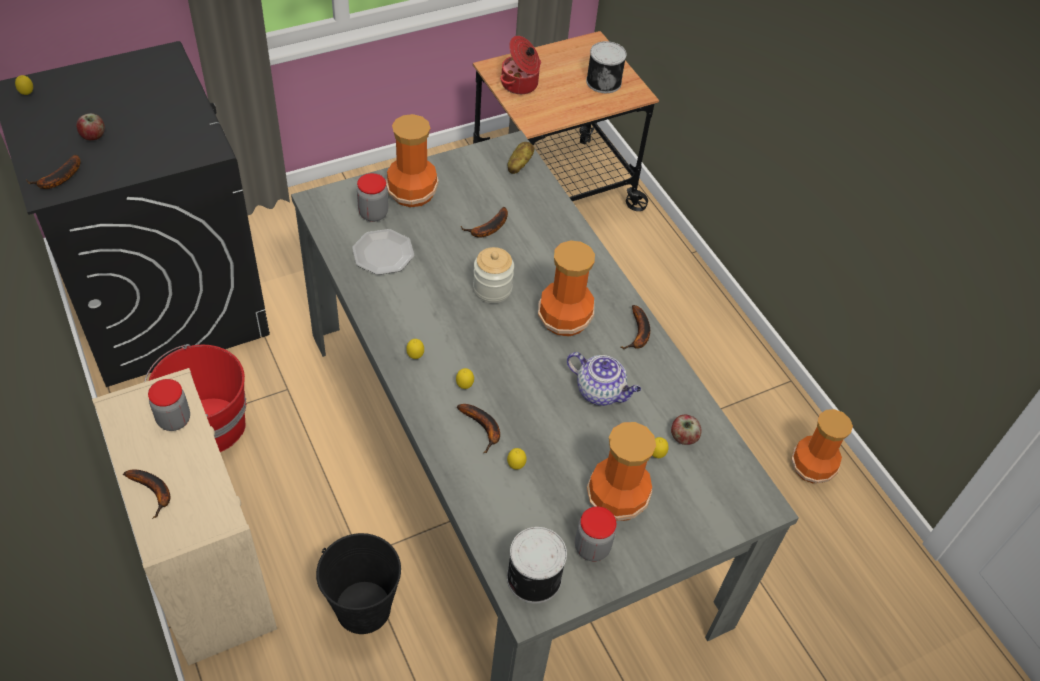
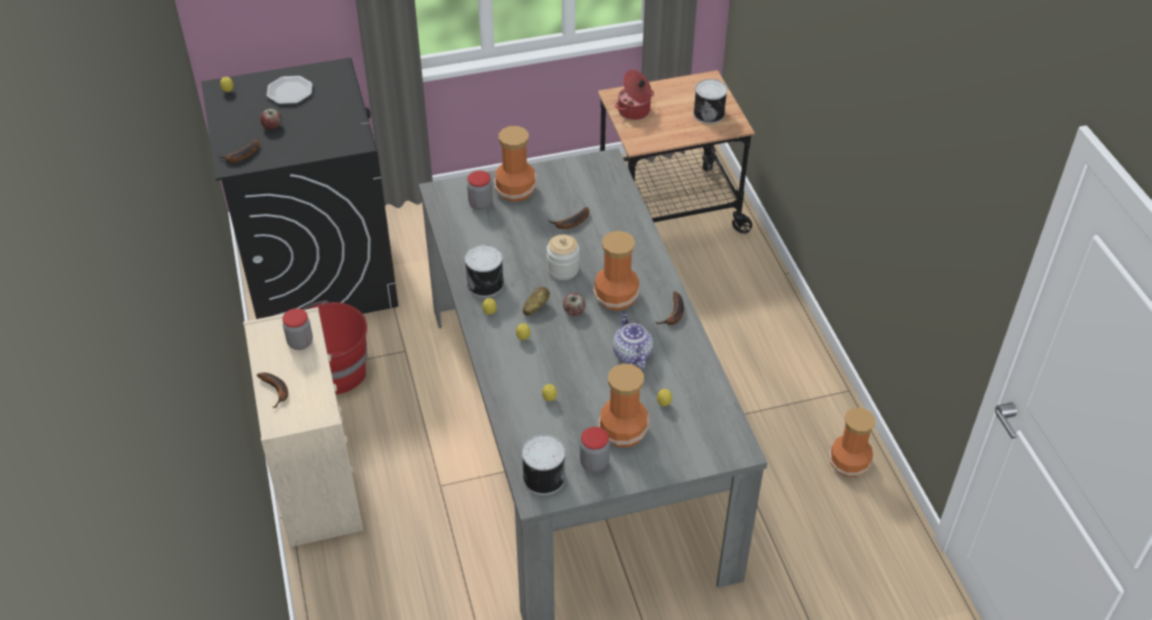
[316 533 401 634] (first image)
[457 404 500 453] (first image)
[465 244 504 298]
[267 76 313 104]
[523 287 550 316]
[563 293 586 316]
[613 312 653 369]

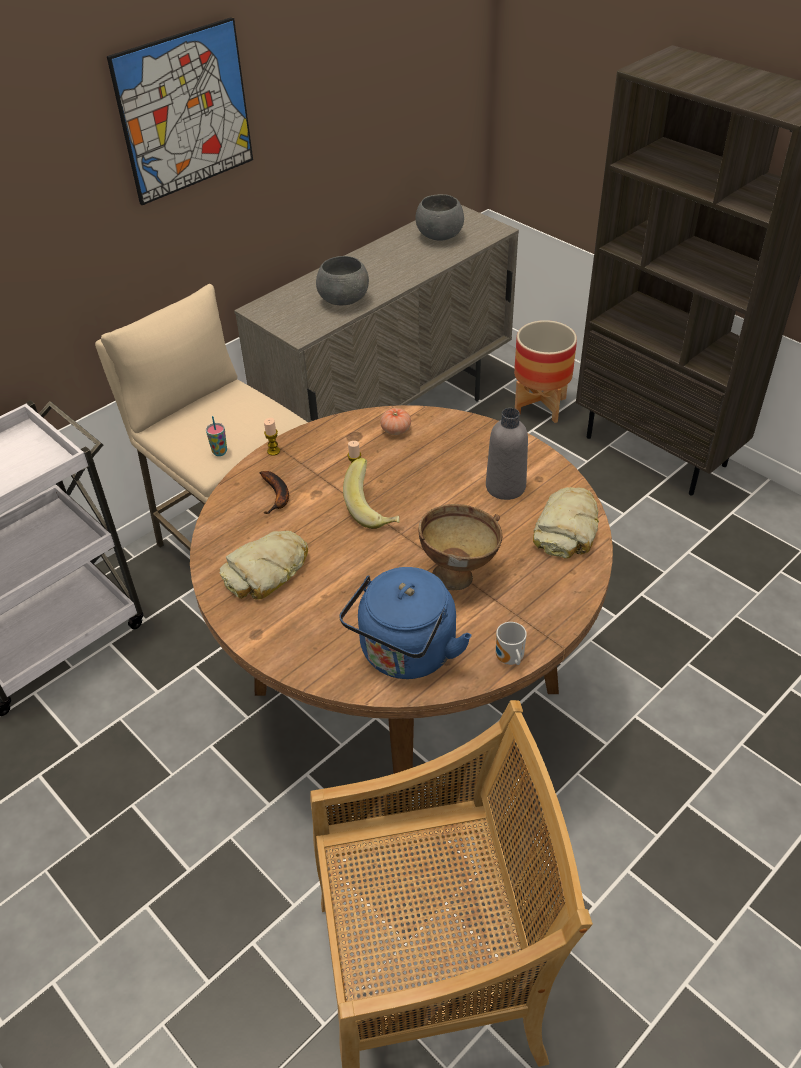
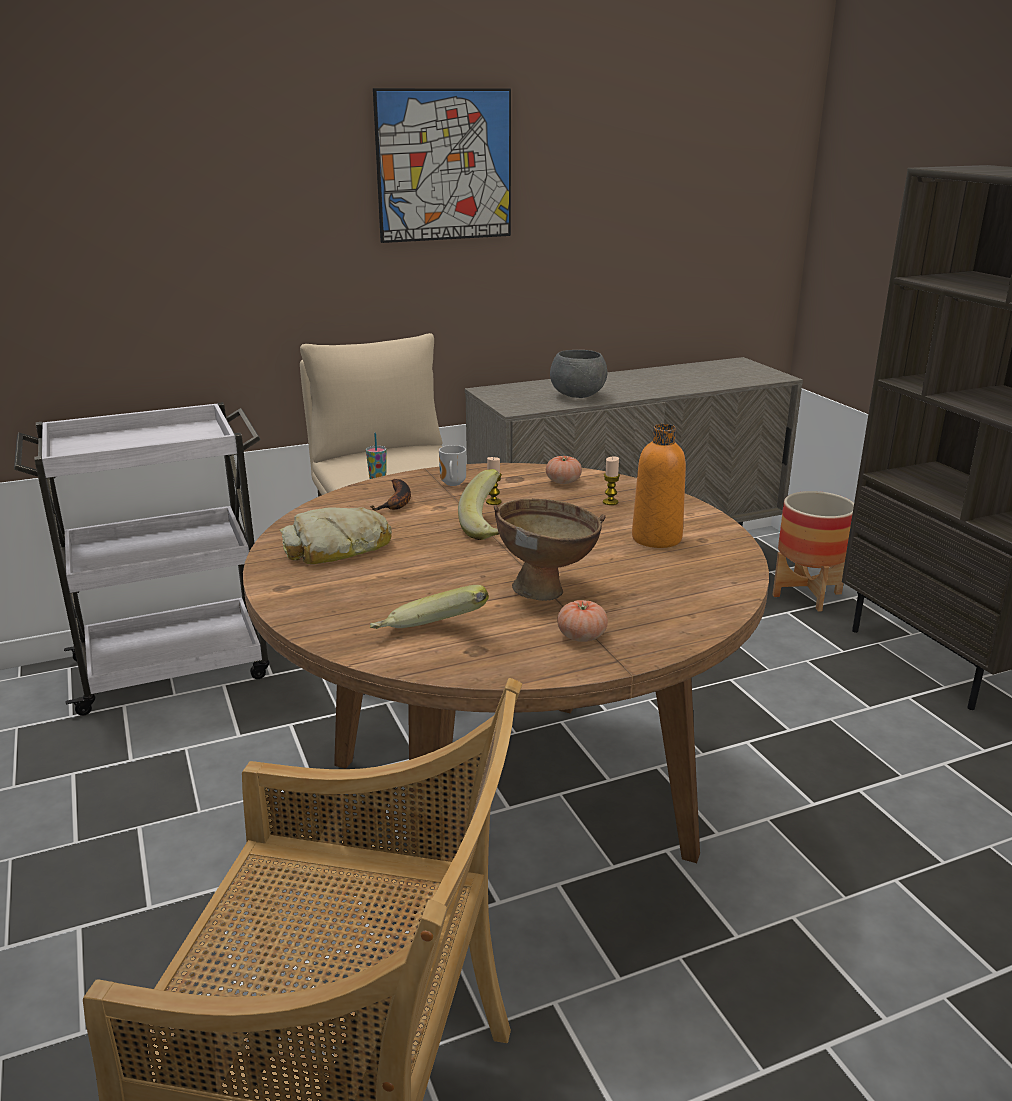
[415 194 464 241] (first image)
[533 487 599 559] (first image)
[557 600 608 642]
[603 456 620 505]
[439 445 466 486]
[370 585 489 629]
[632 424 686 548]

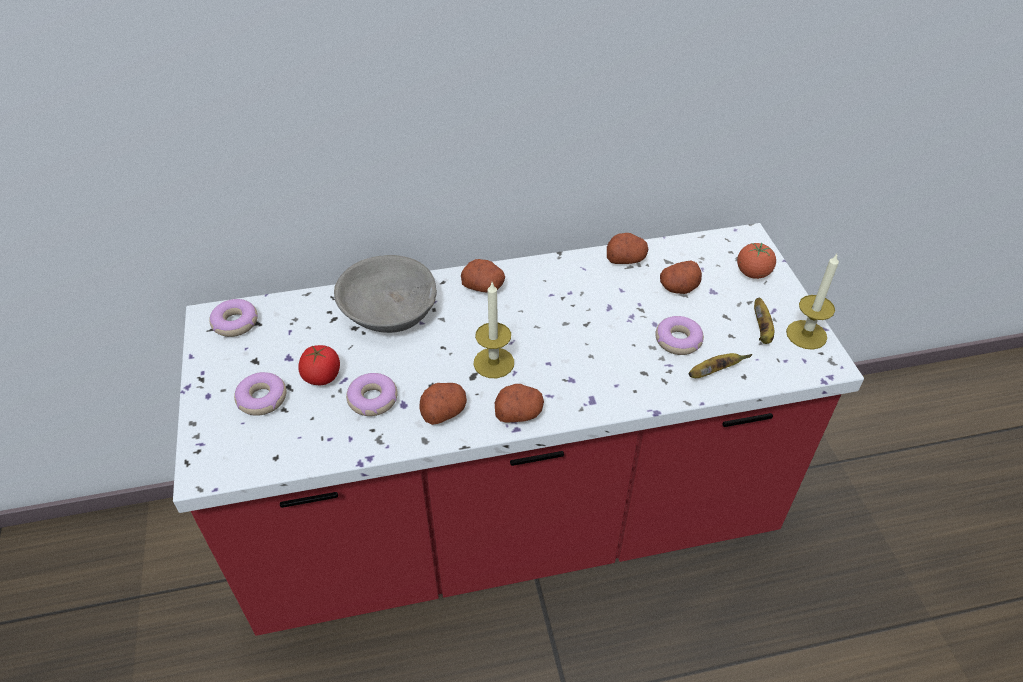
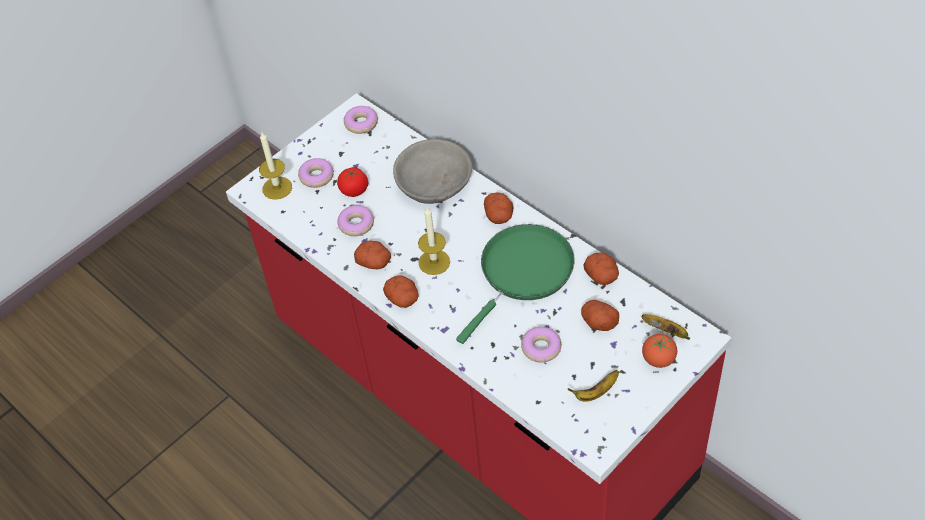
[456 224 575 344]
[642 314 690 340]
[259 132 292 200]

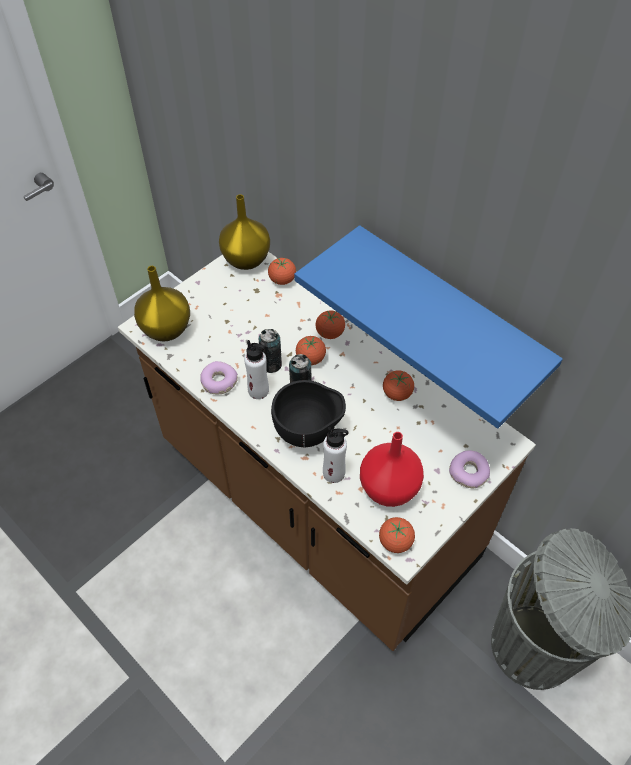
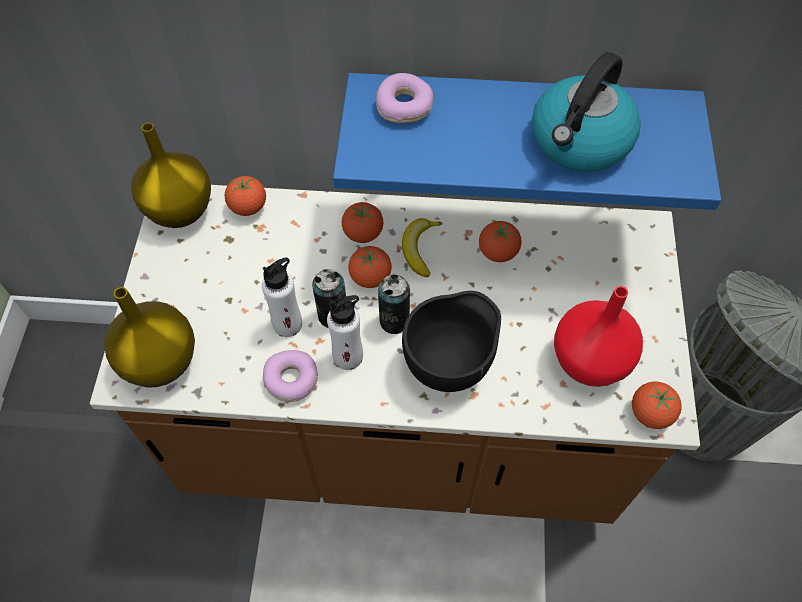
[402 218 443 277]
[532 52 641 172]
[262 258 302 337]
[375 73 433 123]

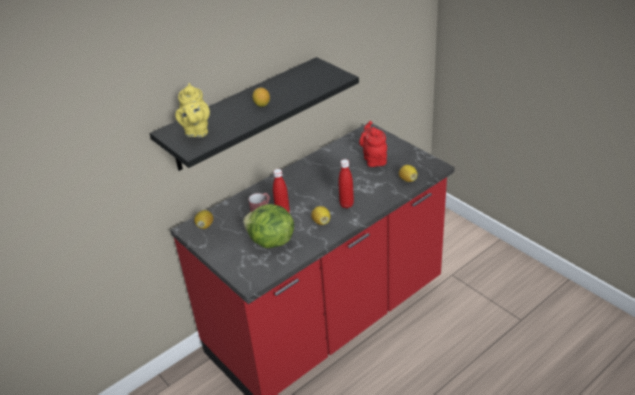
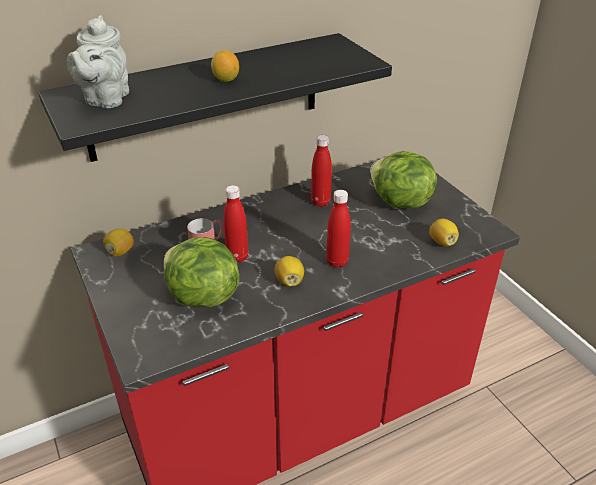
[311 135 332 207]
[370 151 437 208]
[67 15 129 108]

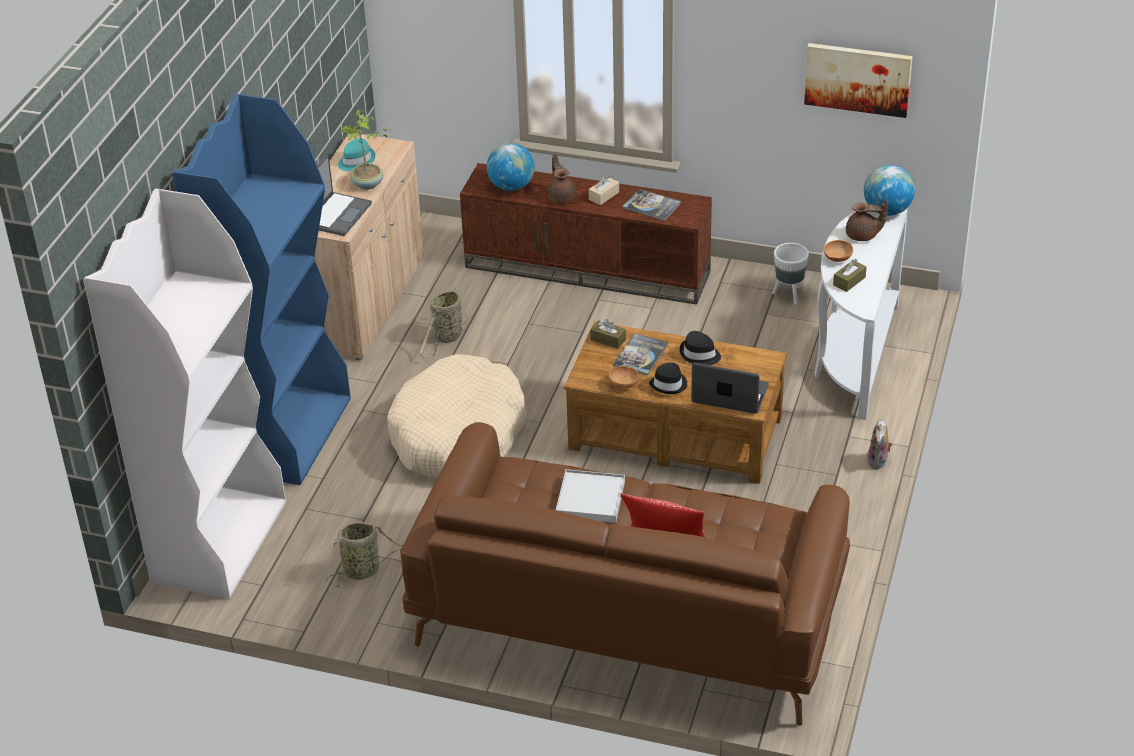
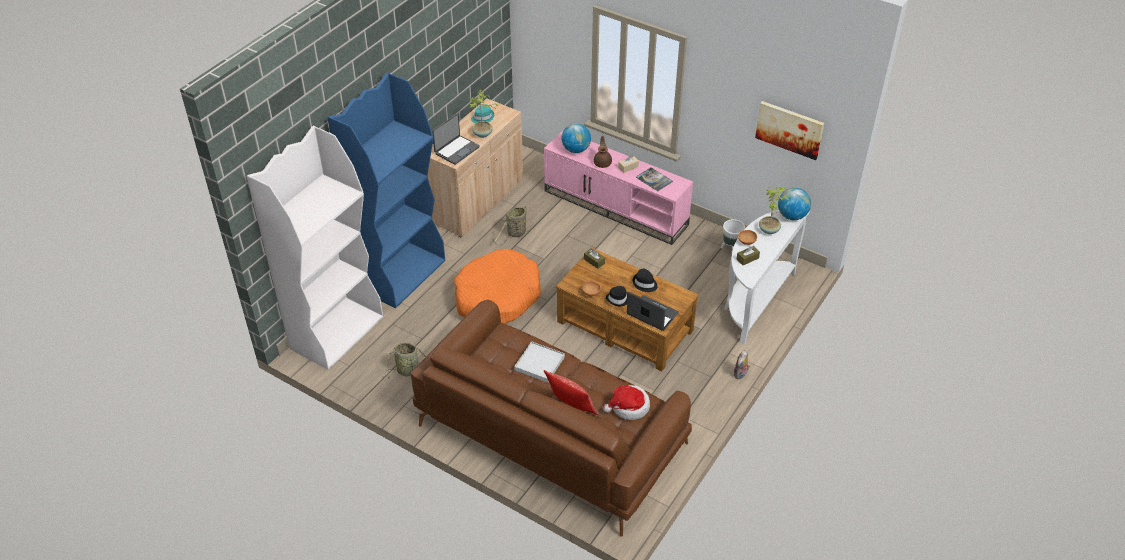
[613 333 669 376] (first image)
[603 385 650 420]
[759 186 790 234]
[454 249 541 324]
[544 130 693 245]

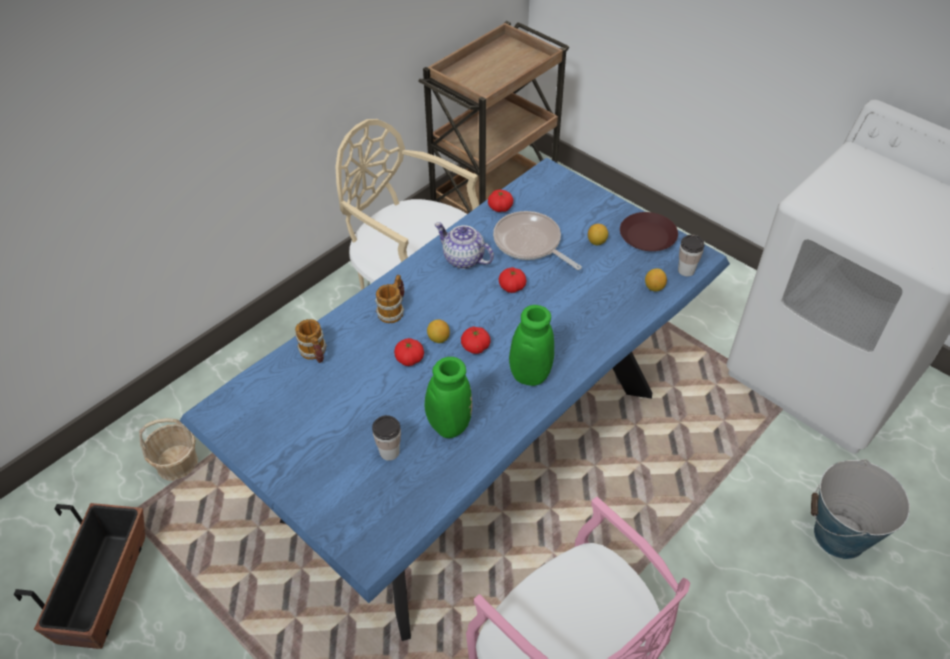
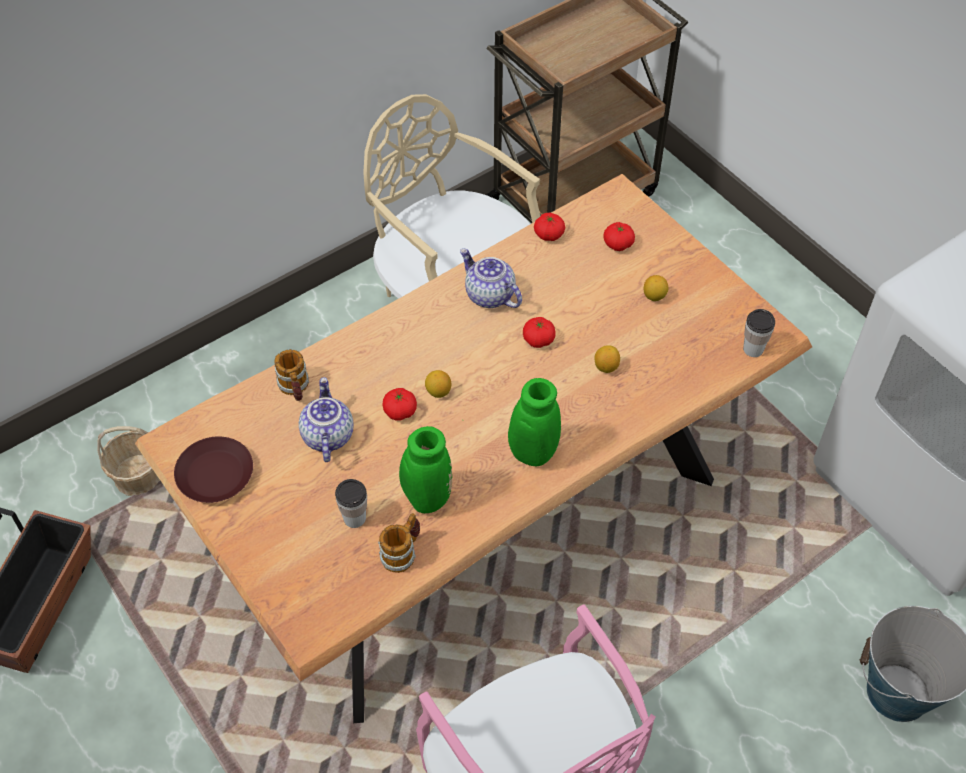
[493 211 582 270] (first image)
[299 377 354 462]
[378 513 420 573]
[603 222 635 251]
[174 437 253 503]
[595 345 620 373]
[135 174 812 723]

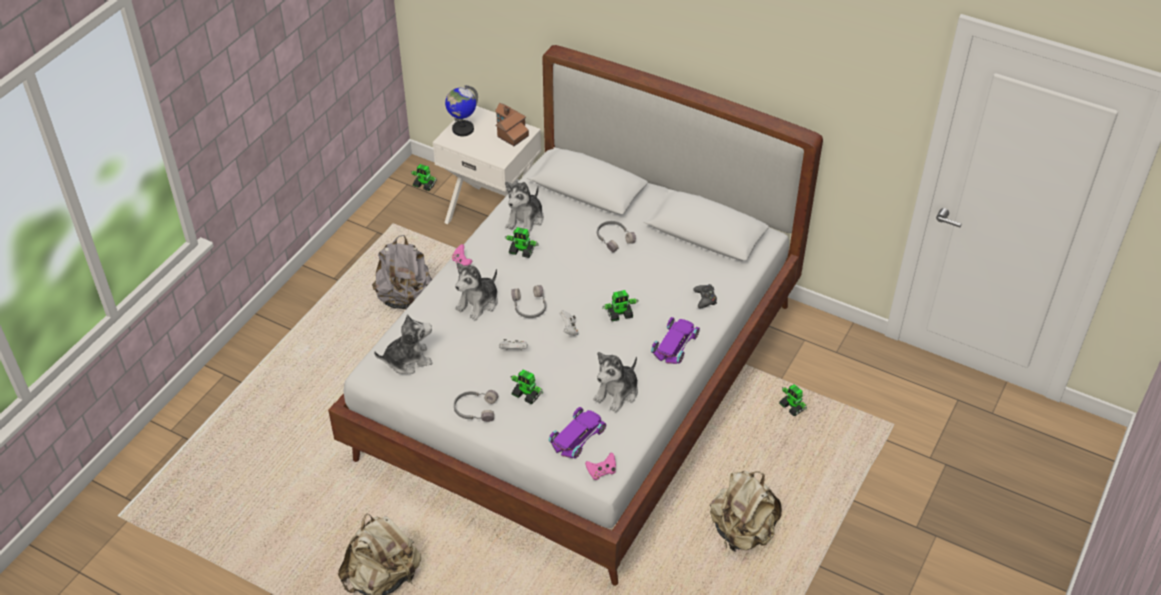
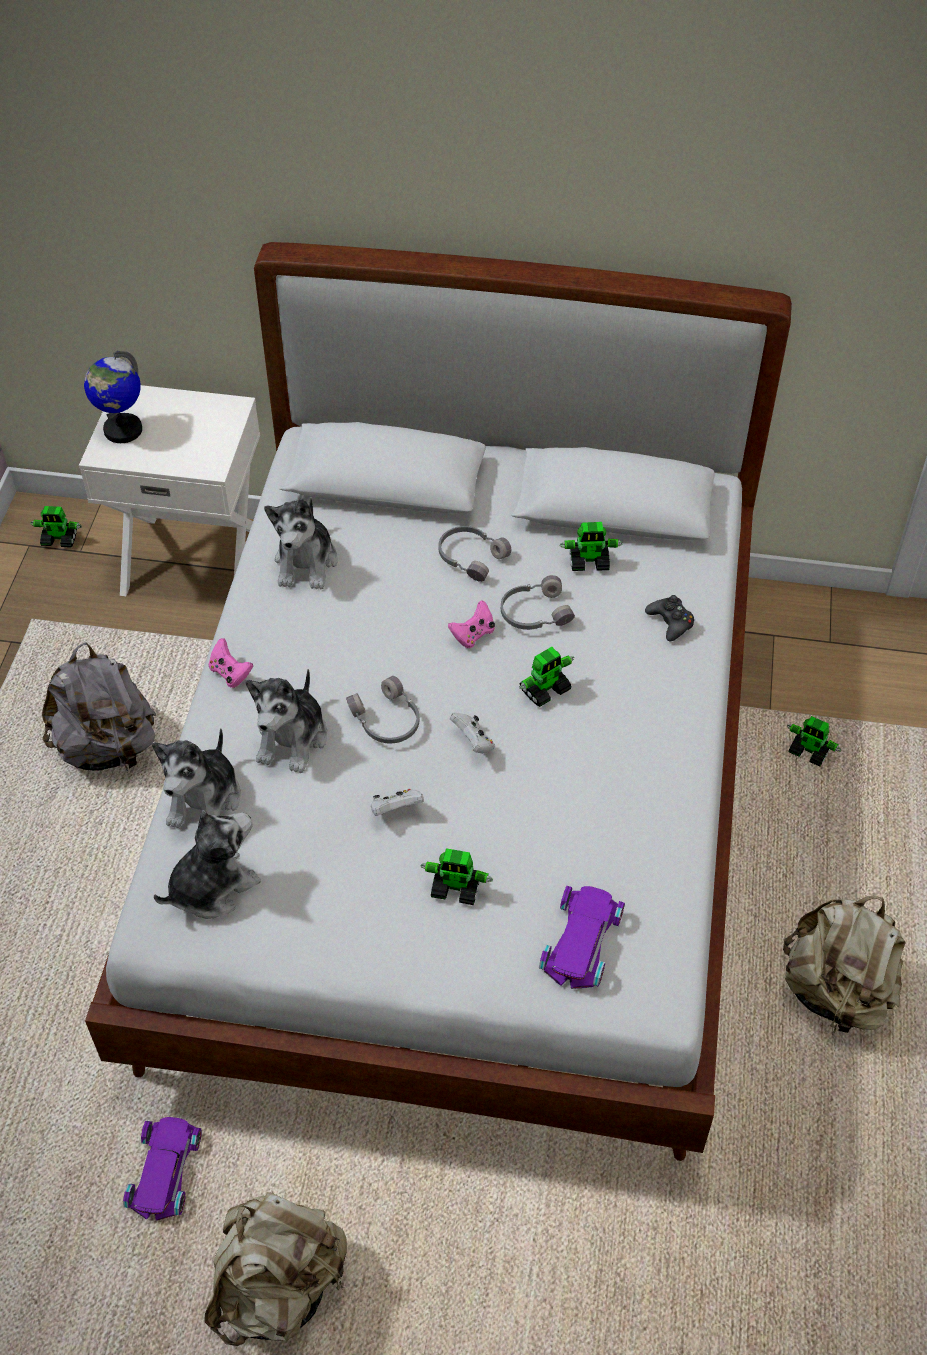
[495 103 529 146] (first image)
[501 575 575 630]
[560 522 623 571]
[448 600 495 648]
[152 728 241 828]
[123 1117 202 1221]

